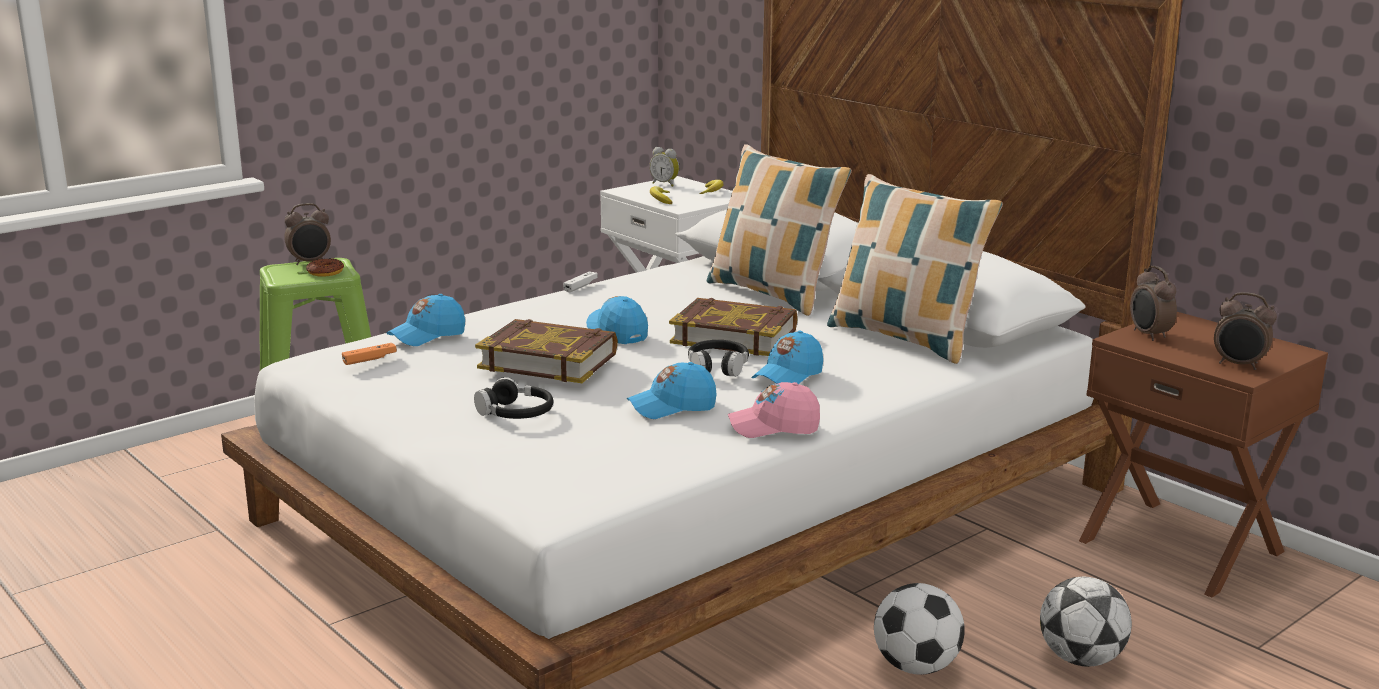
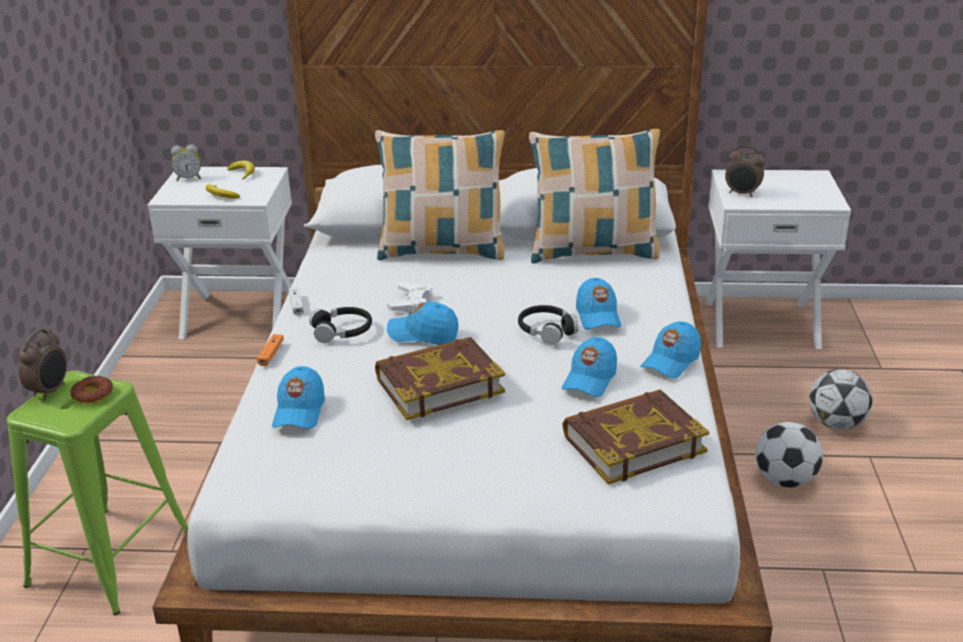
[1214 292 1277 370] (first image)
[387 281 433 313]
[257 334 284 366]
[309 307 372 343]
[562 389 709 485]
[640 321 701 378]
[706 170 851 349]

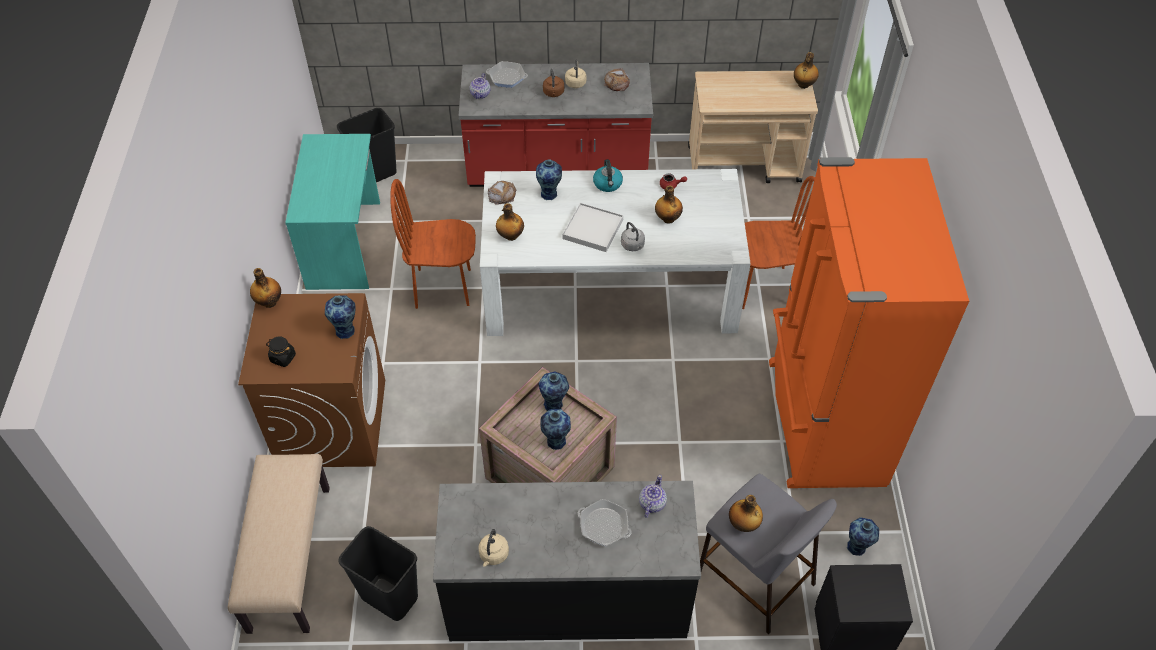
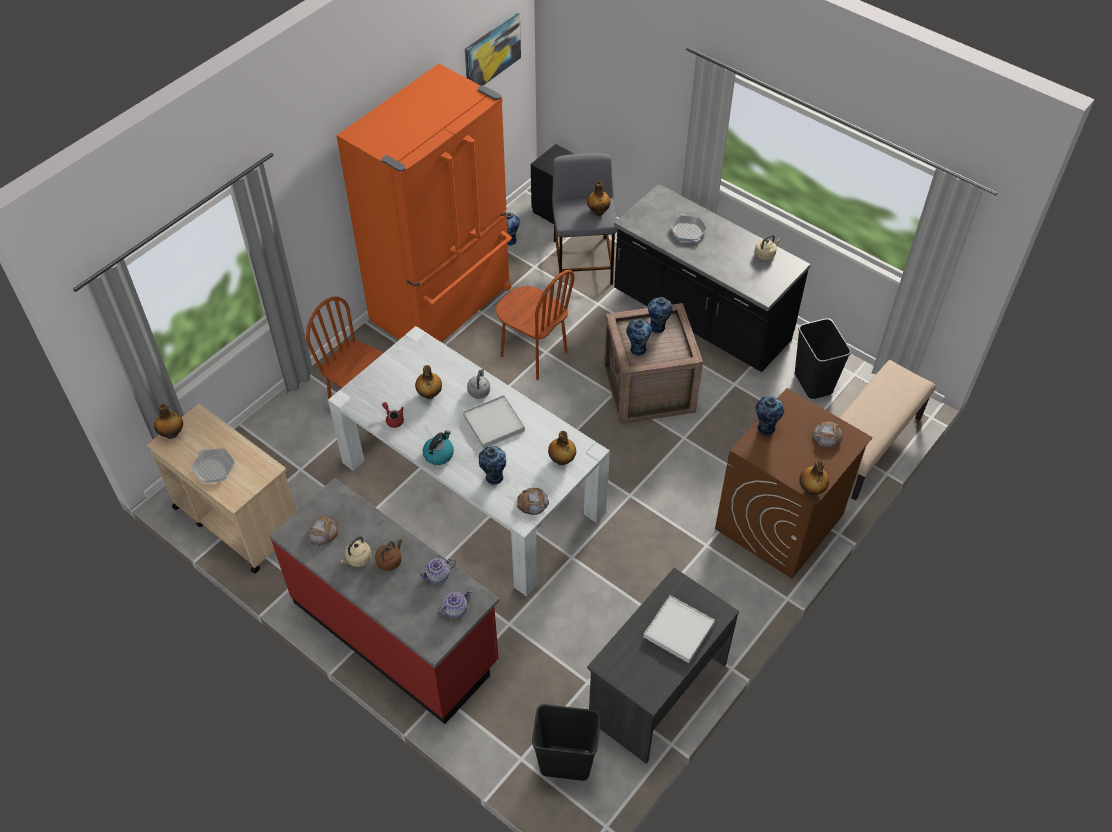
[465 13 521 86]
[643 595 715 663]
[496 270 574 380]
[191 448 235 483]
[418 558 456 584]
[813 421 843 449]
[587 568 739 764]

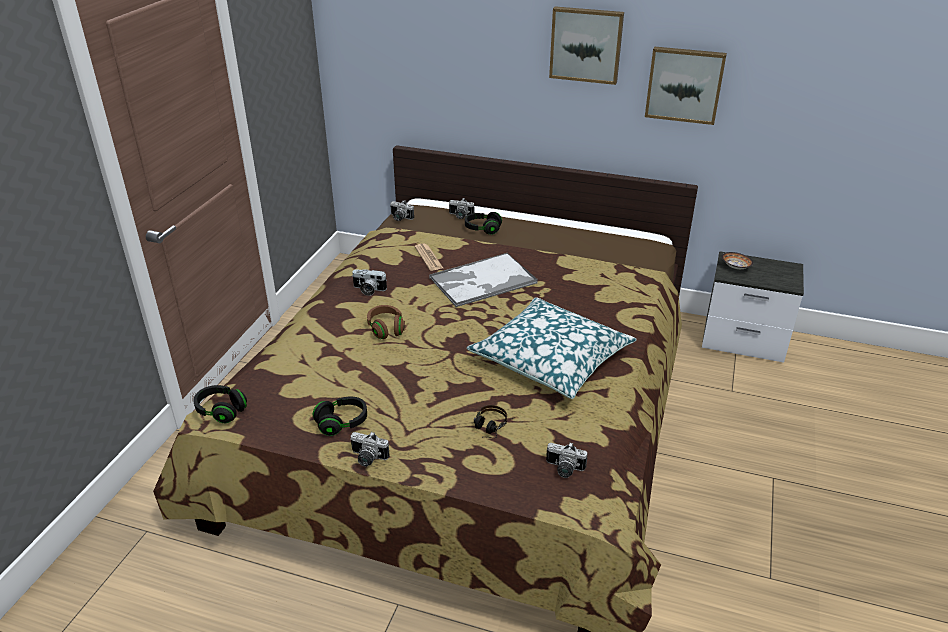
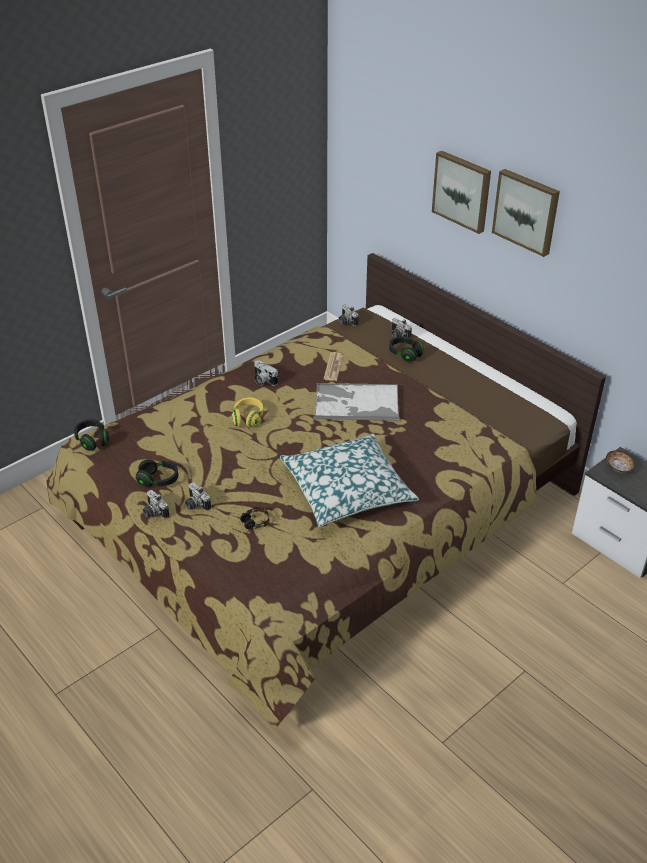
[185 482 211 511]
[432 151 491 234]
[231 397 263 428]

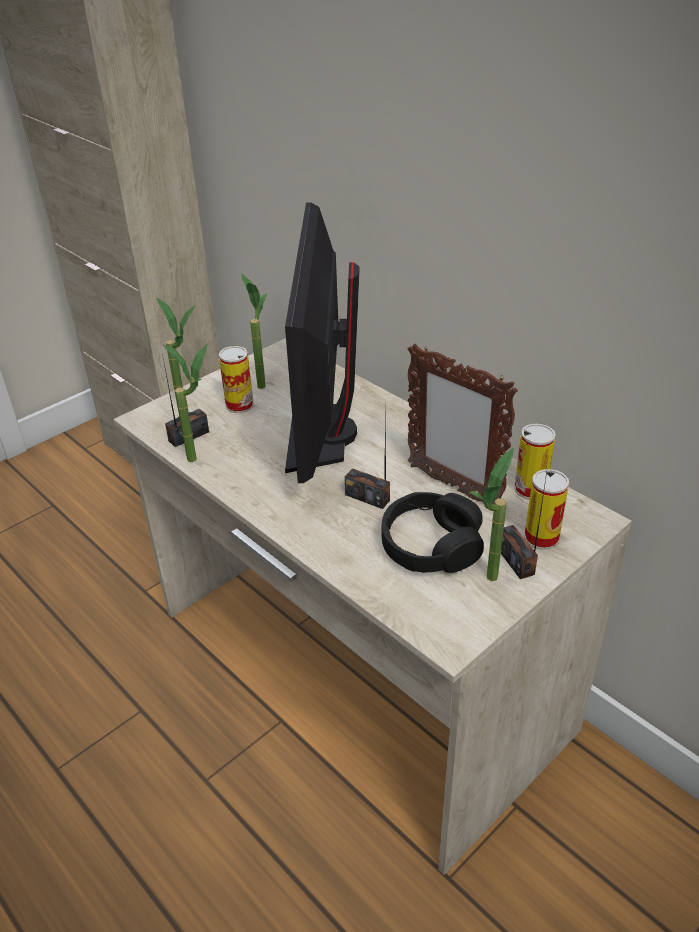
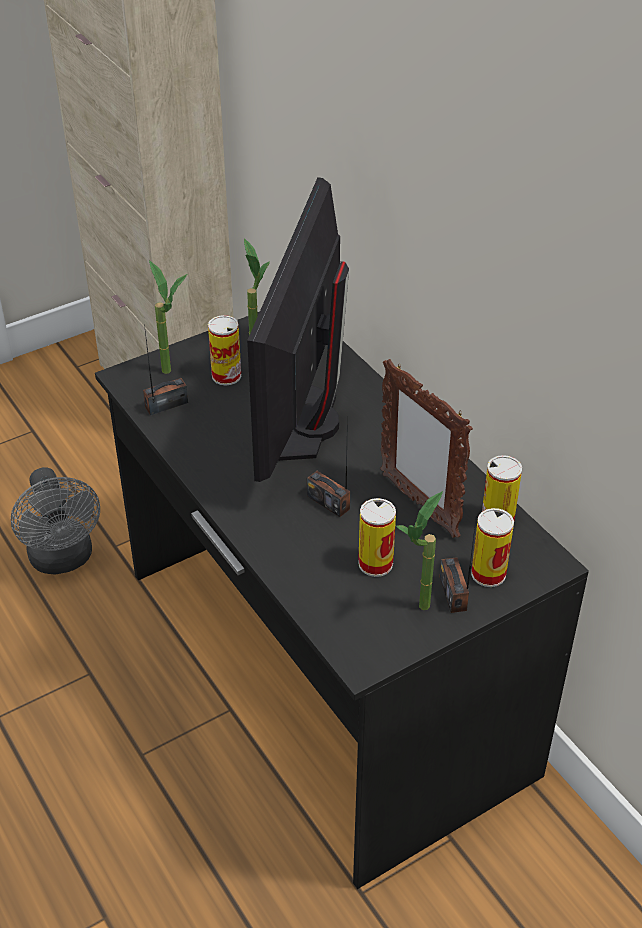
[163 344 207 462] (first image)
[11 467 100 575]
[358 498 396 577]
[95 312 589 889]

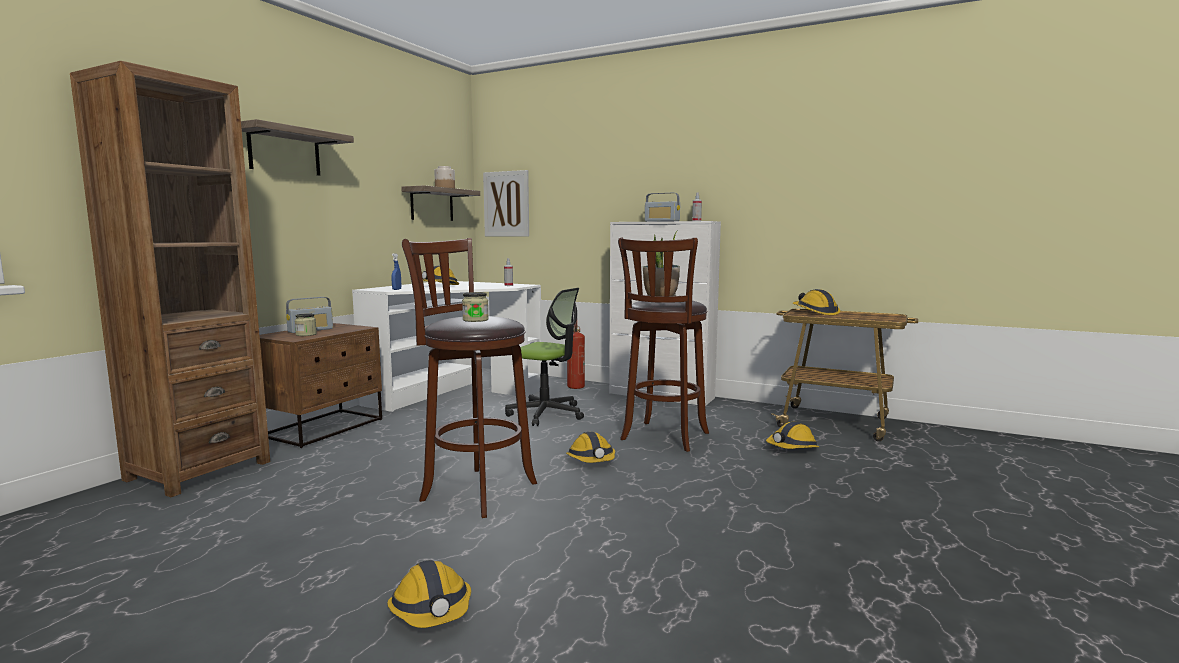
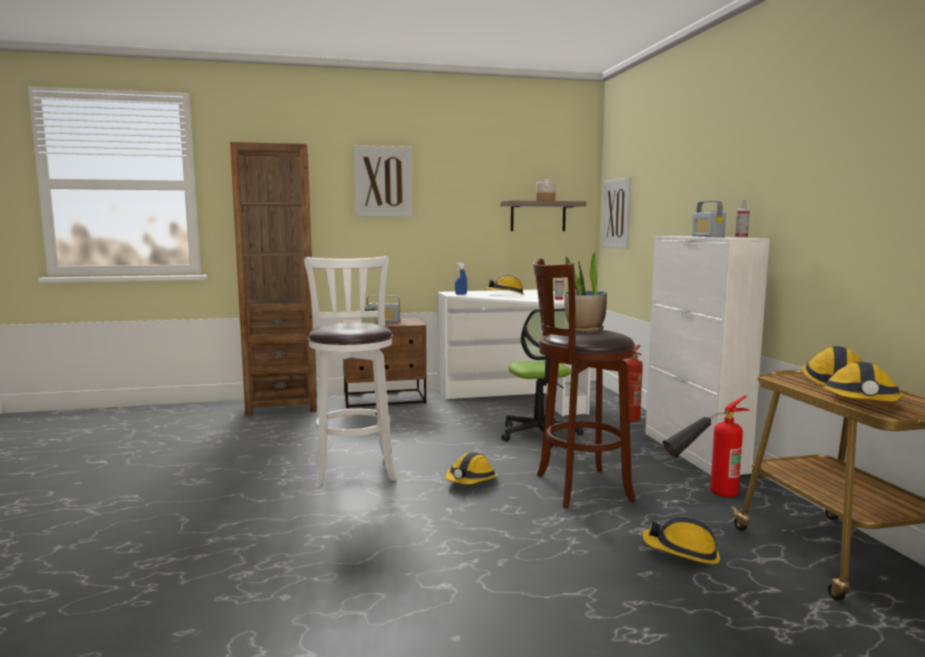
[462 292 489 322] (first image)
[663 396 750 497]
[821 362 904 401]
[354 145 412 217]
[304 256 397 488]

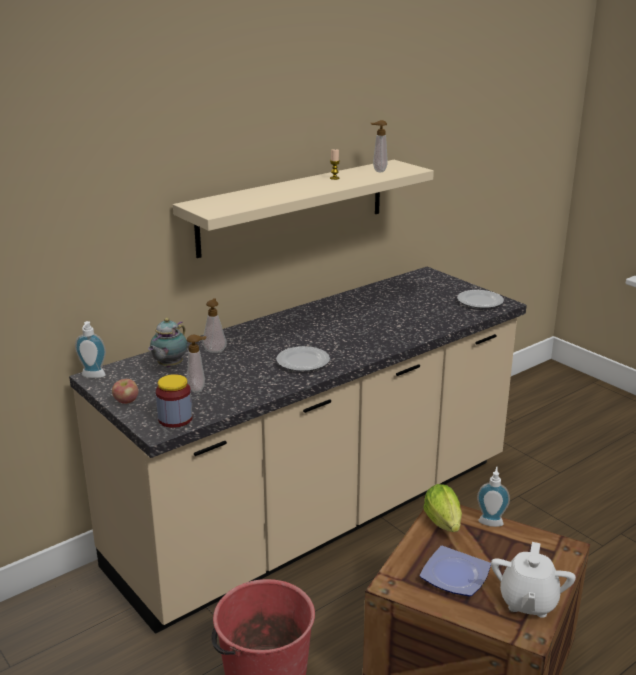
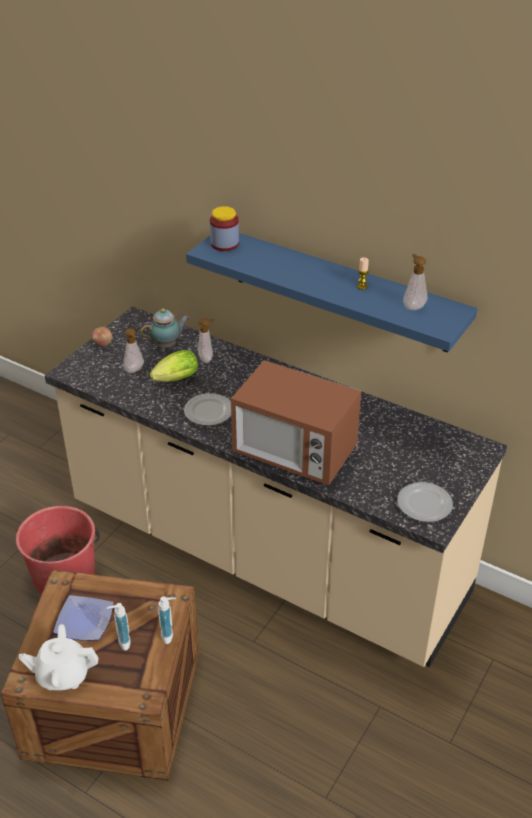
[231 360 361 486]
[107 603 131 650]
[210 206 239 251]
[150 350 198 382]
[186 233 477 352]
[140 308 190 348]

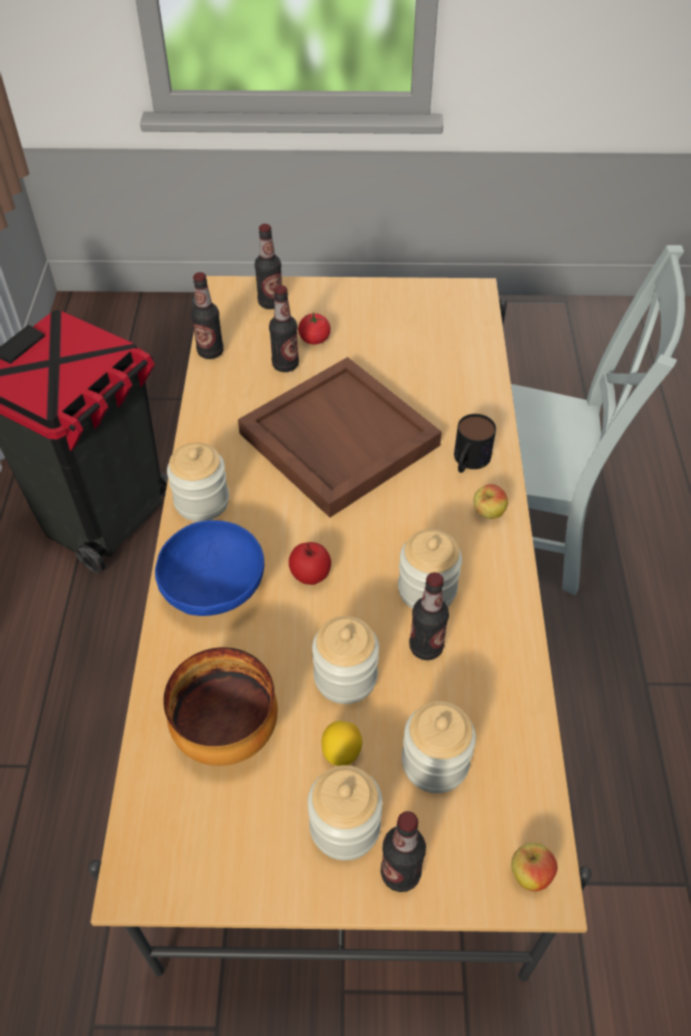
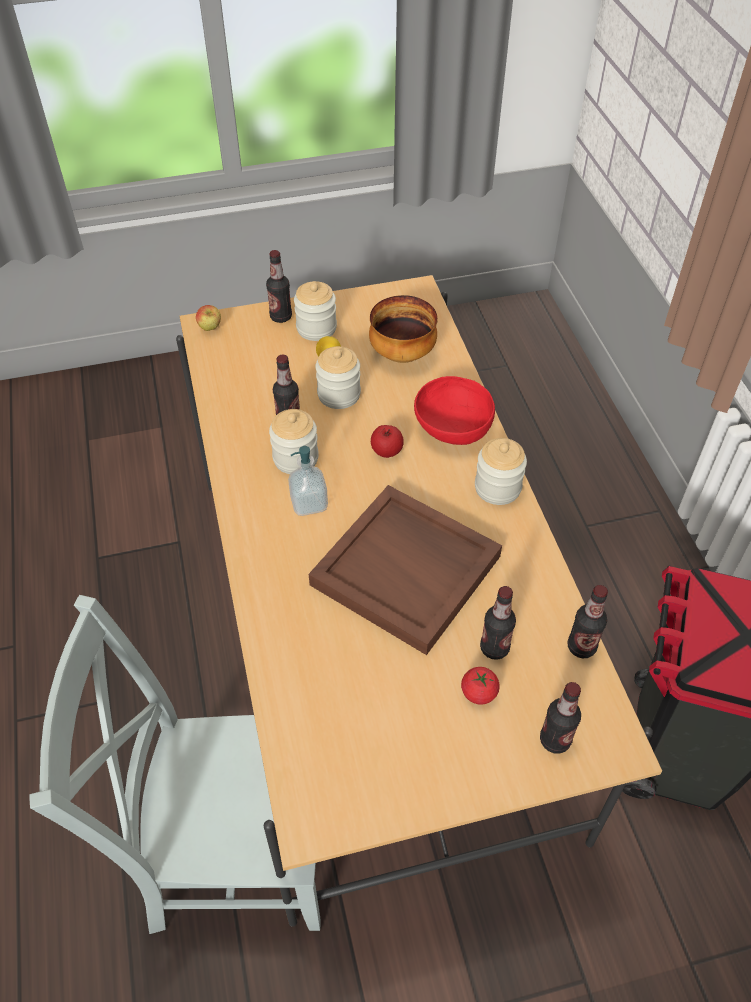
[402 701 476 793] (first image)
[454 414 496 473] (first image)
[474 484 508 519] (first image)
[288 446 328 516]
[414 376 495 445]

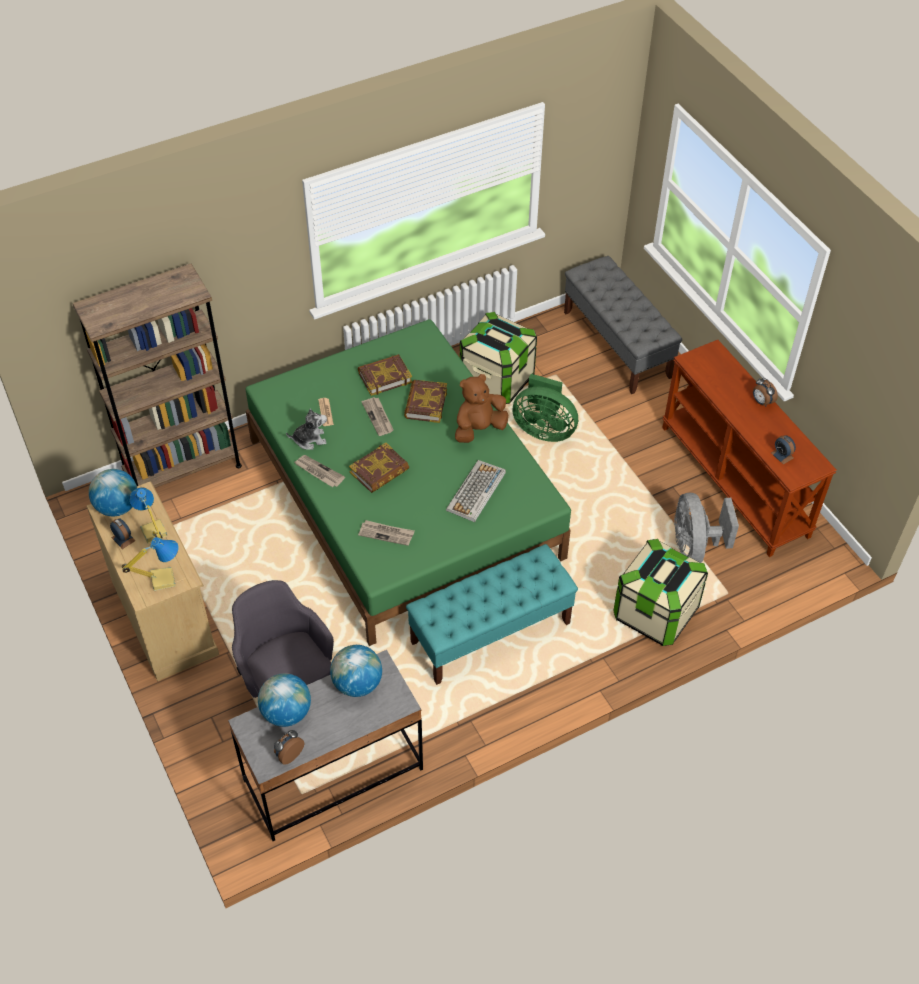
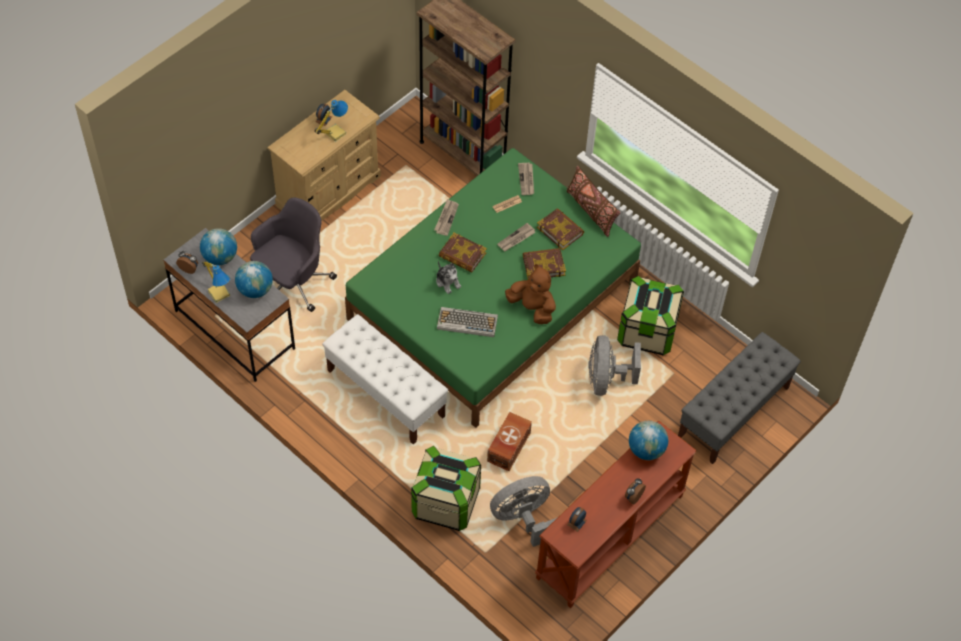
[487 412 532 471]
[567 166 620 237]
[629 421 668 460]
[202 260 231 303]
[436 261 461 294]
[518 162 534 195]
[322 314 448 445]
[588 335 641 396]

